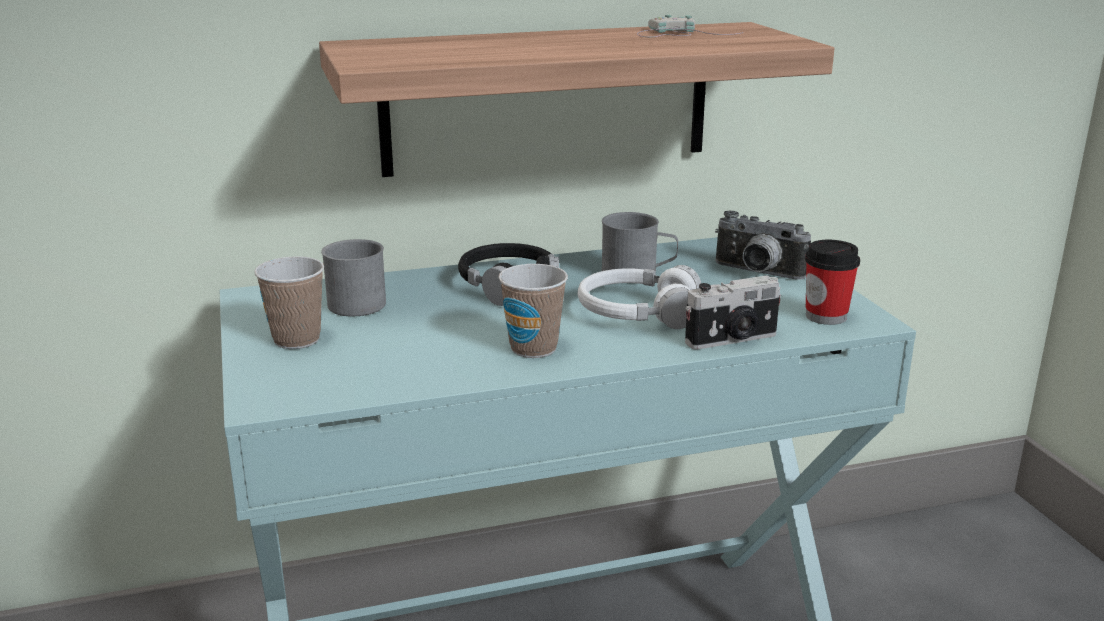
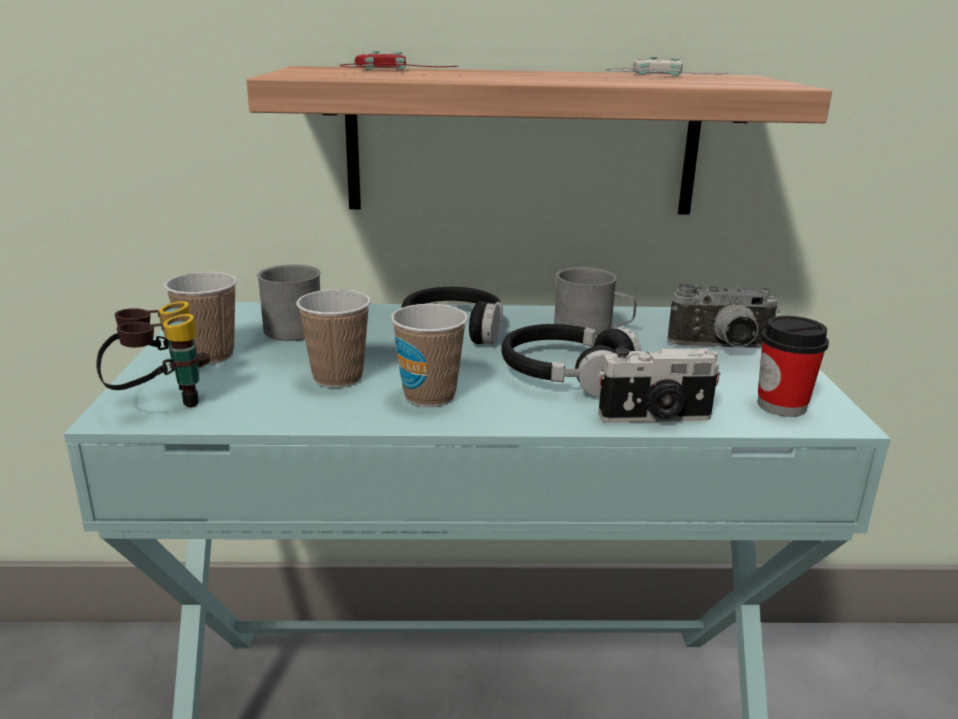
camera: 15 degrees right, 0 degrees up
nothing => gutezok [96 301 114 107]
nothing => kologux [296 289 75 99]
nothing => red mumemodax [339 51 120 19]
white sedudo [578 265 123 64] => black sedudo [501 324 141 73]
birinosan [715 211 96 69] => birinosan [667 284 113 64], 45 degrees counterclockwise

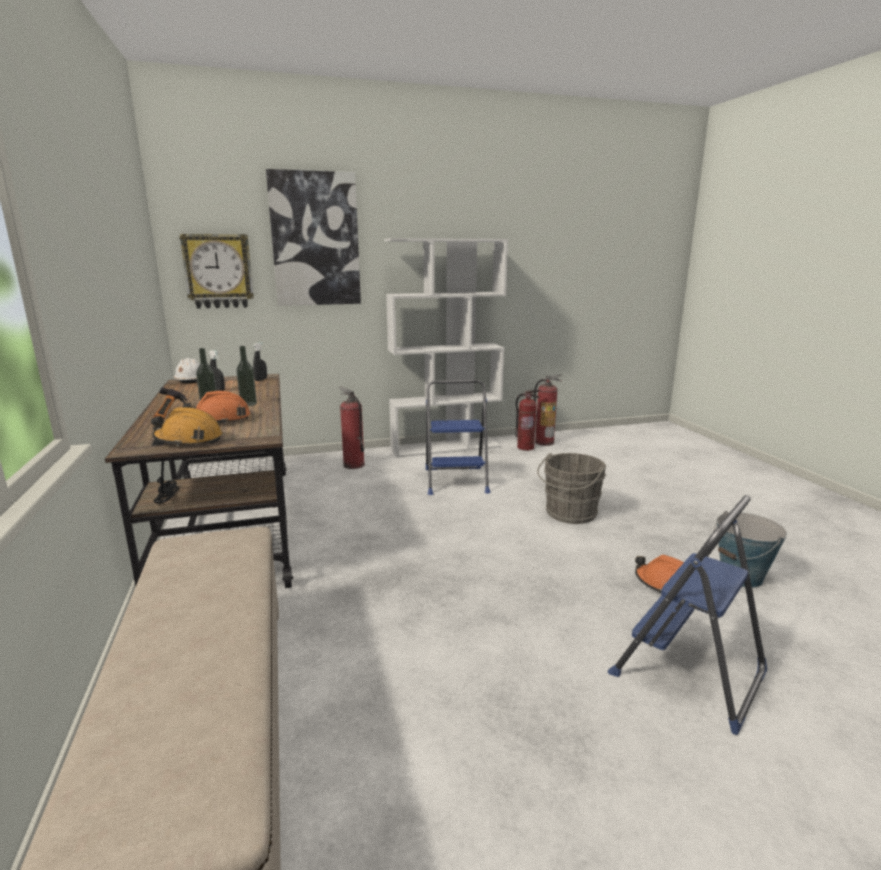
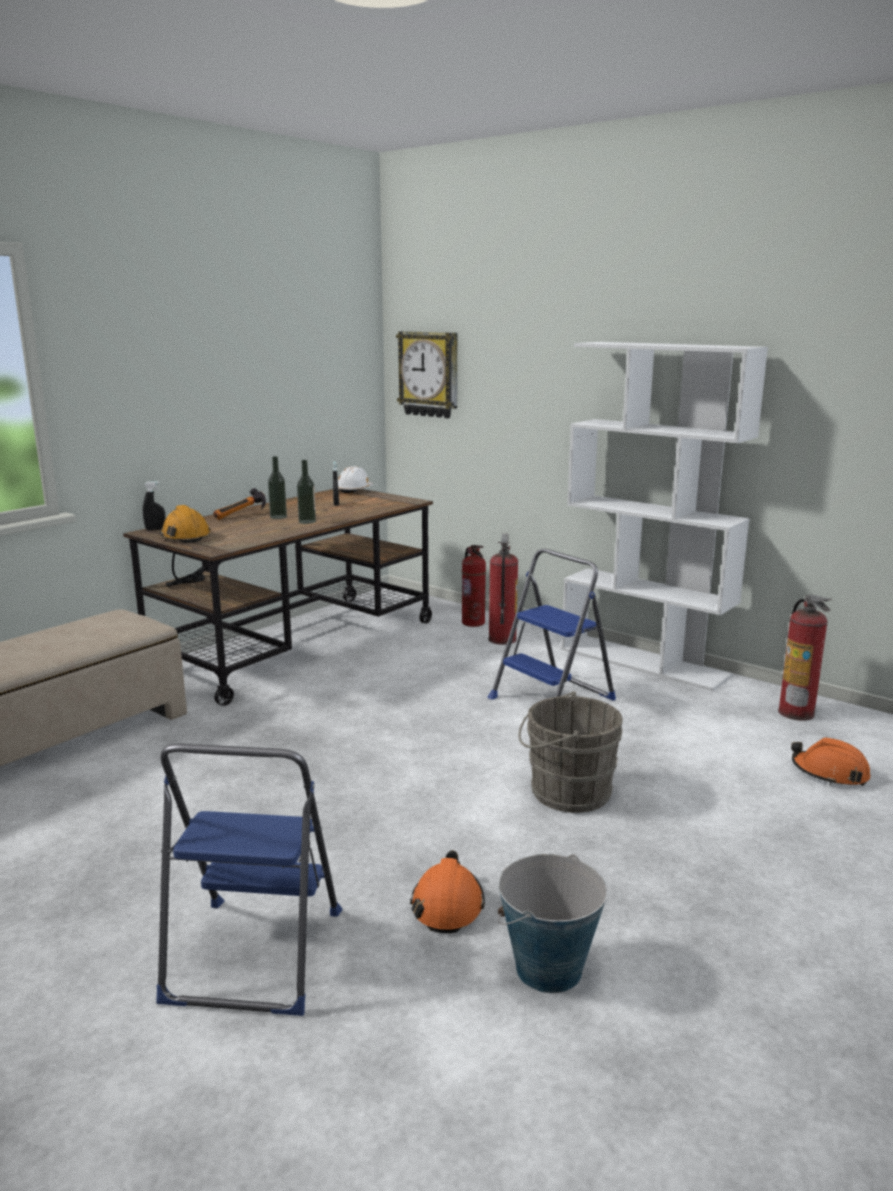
camera: 55 degrees right, 0 degrees up
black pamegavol [253 342 14 39] => black pamegavol [143 481 23 49], shifted
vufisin [515 390 24 61] => vufisin [462 545 24 82], shifted
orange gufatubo [182 391 68 33] => orange gufatubo [791 737 80 49], shifted
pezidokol [266 169 95 137] => nothing

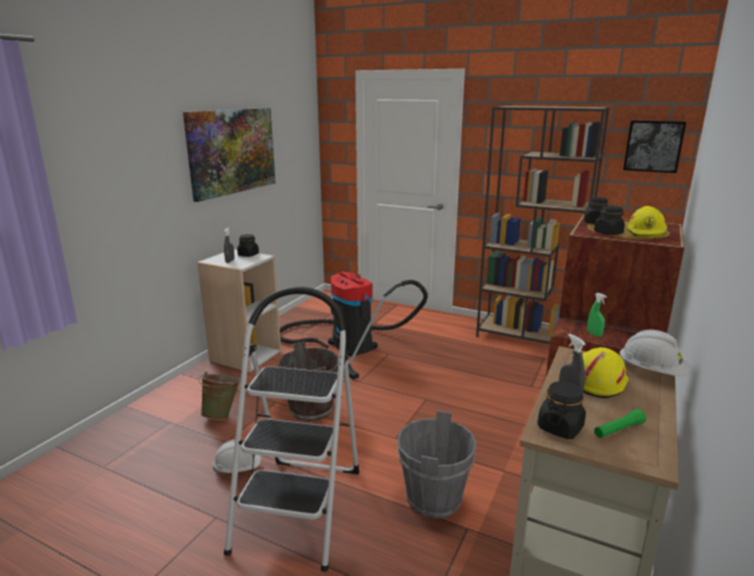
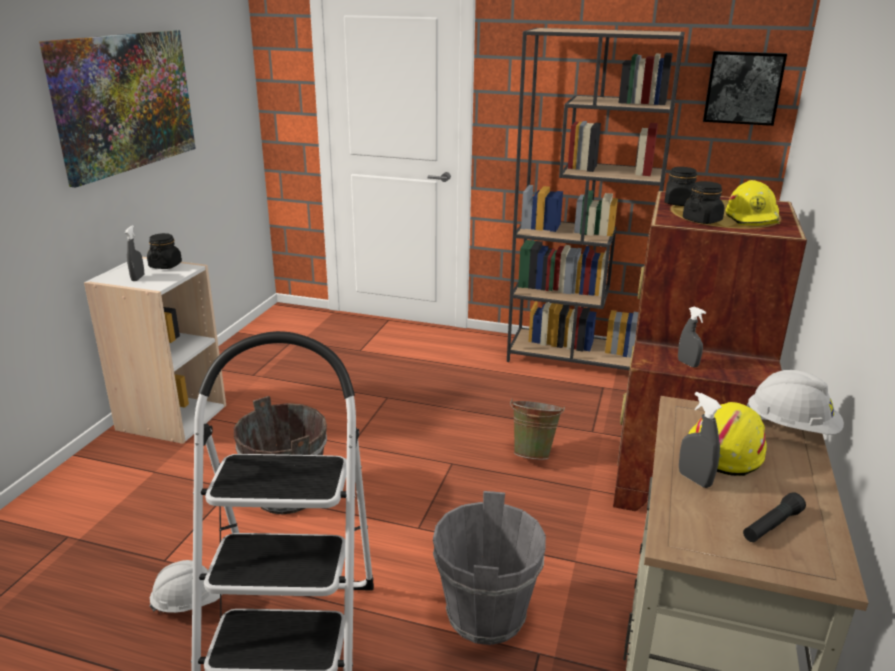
camera: 10 degrees left, 5 degrees up
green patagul [199 372 41 48] => green patagul [510 399 55 61], shifted
green pamegavol [587 293 20 44] => grey pamegavol [678 306 28 62]
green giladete [594 409 52 29] => black giladete [743 492 63 50]
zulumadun [280 272 148 108] => nothing
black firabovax [537 381 49 58] => nothing

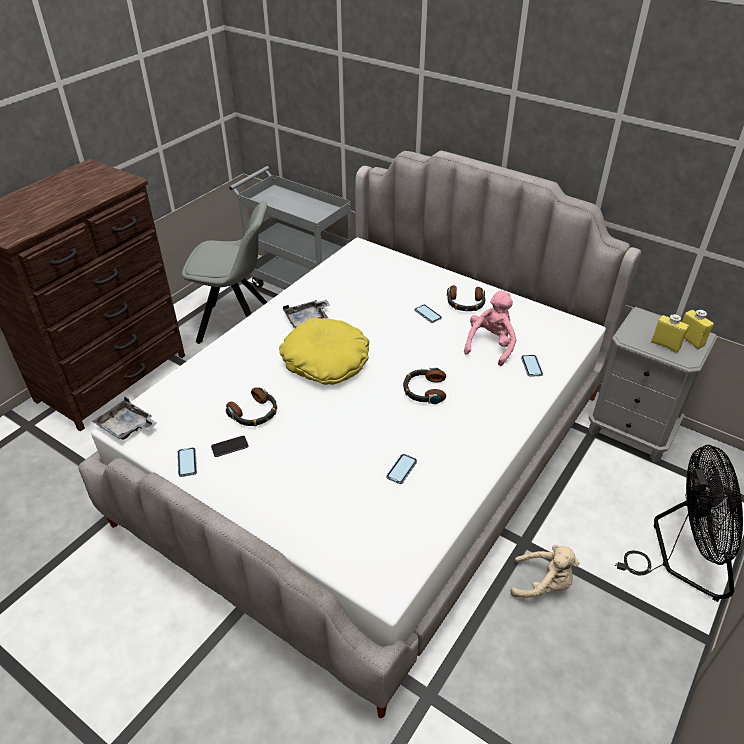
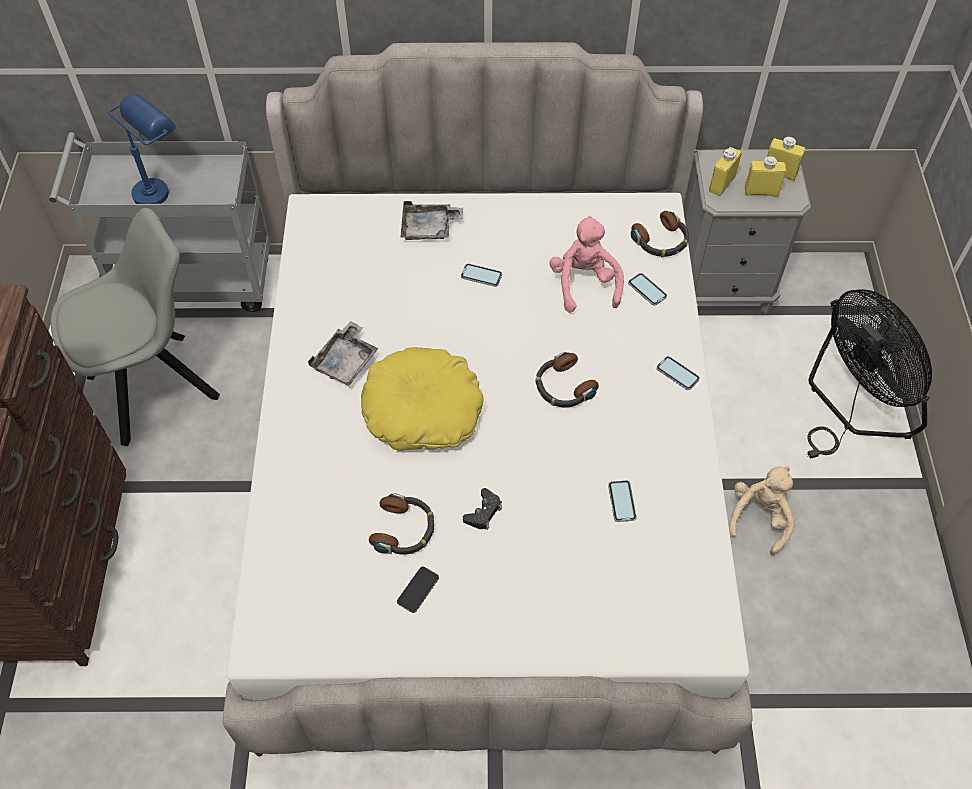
camera: 35 degrees left, 15 degrees up
nothing => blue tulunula [107 94 69 110]
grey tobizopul [92 396 65 44] => grey tobizopul [400 201 63 39], shifted
nothing => black mumemodax [463 488 39 42]
sedudo [447 285 39 26] => sedudo [631 211 58 46], shifted
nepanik [177 447 20 30] => nepanik [656 356 44 34], shifted
nothing => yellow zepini [709 147 33 49]
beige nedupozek [510 545 69 53] => beige nedupozek [729 466 65 90], 45 degrees counterclockwise

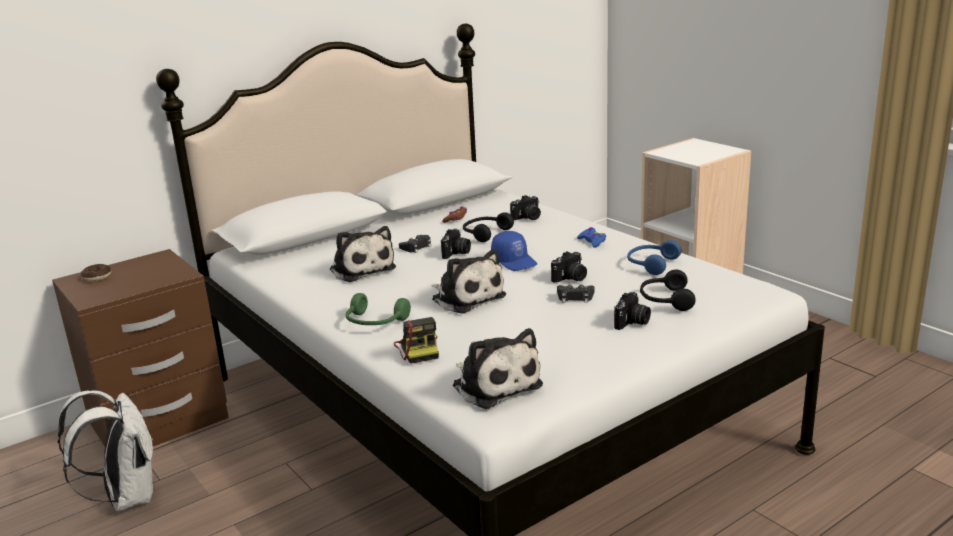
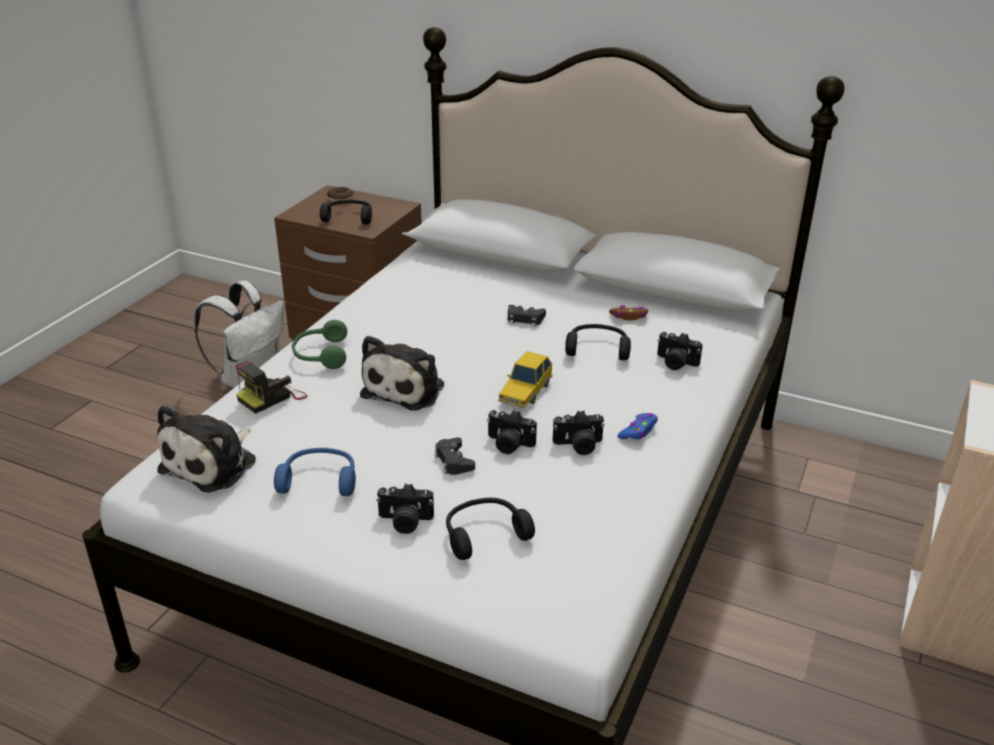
camera: 60 degrees right, 10 degrees up
blue sedudo [627 240 55 35] => blue sedudo [274 448 82 48], shifted
nothing => black sedudo [320 200 52 24]
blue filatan [491 231 46 40] => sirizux [498 351 55 57]
birinosan [441 229 30 30] => birinosan [553 410 52 45], shifted
nedupozek [330 226 66 56] => nothing

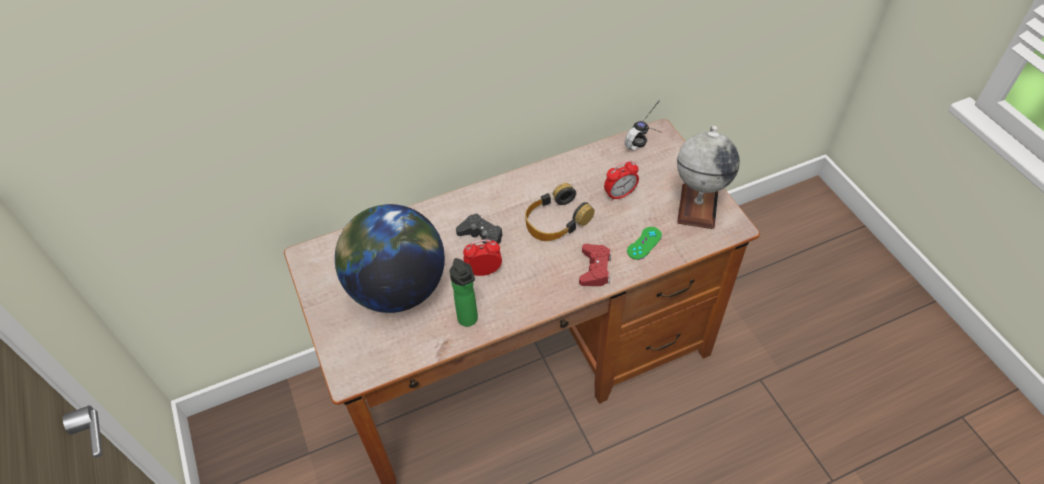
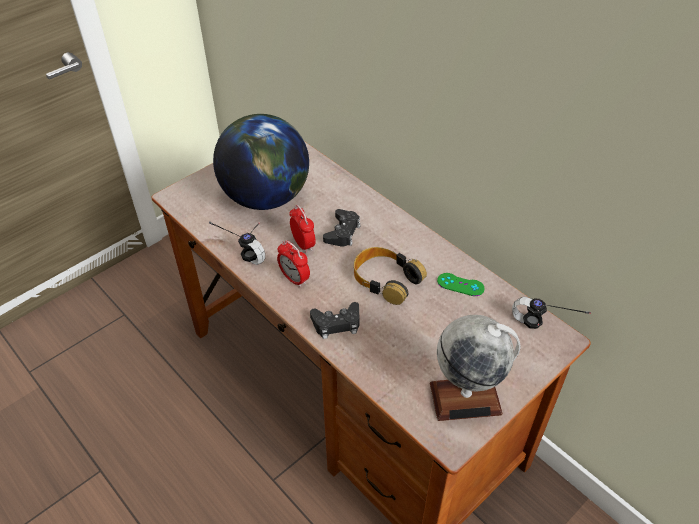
camera: 70 degrees right, 5 degrees down
zepini [450 258 28 69] => sedudo [209 222 56 43]
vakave [604 160 35 41] => vakave [277 240 33 47], shifted
red mumemodax [579 244 32 42] => black mumemodax [310 302 50 37]
green mumemodax [627 227 35 33] => green mumemodax [437 273 47 23], shifted

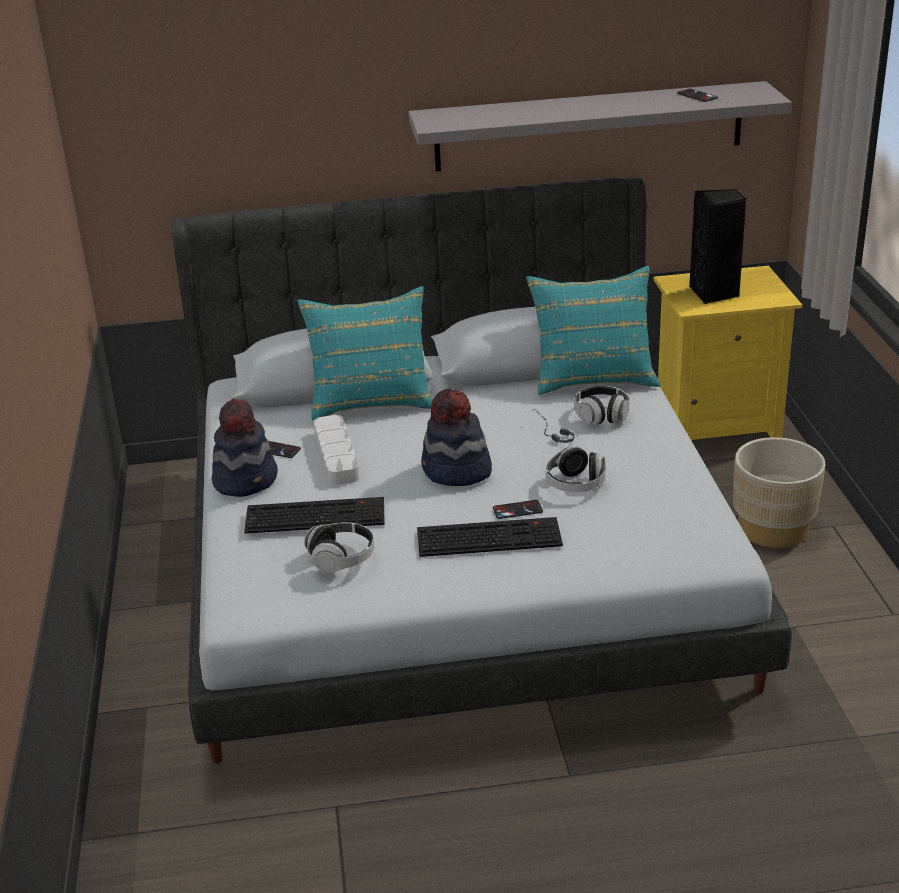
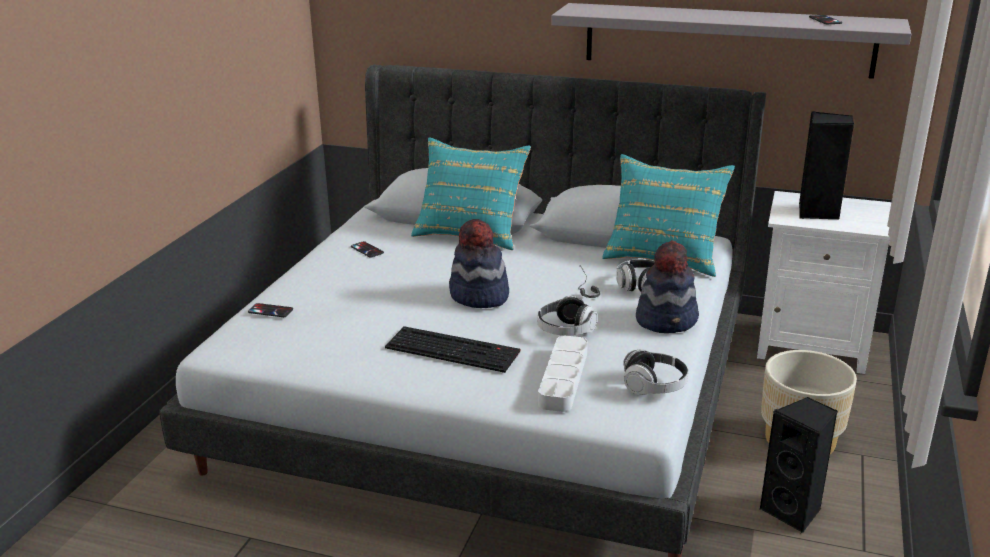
camera: 25 degrees right, 5 degrees down
nepanik [493 500 50 19] => nepanik [248 303 45 14], shifted
grey tobizopul [314 415 45 70] => grey tobizopul [538 336 50 76], shifted
sedudo [304 522 70 51] => sedudo [623 349 65 46], shifted
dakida [212 398 66 99] => dakida [636 240 63 93], shifted
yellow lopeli [653 266 149 174] => white lopeli [757 191 134 183]
nothing => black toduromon [759 397 78 136]
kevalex [244 497 141 37] => nothing

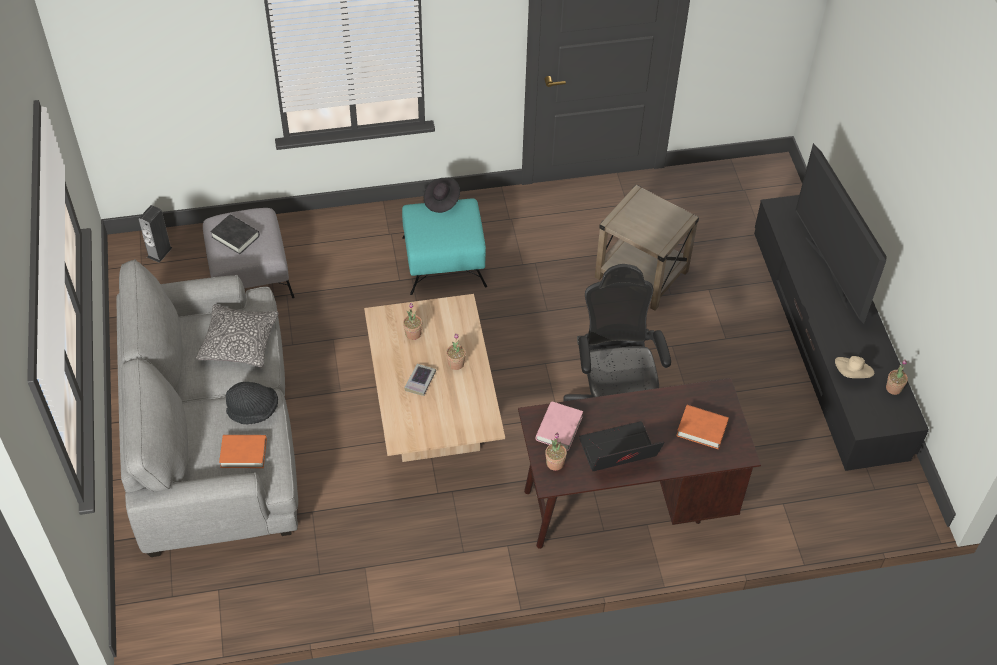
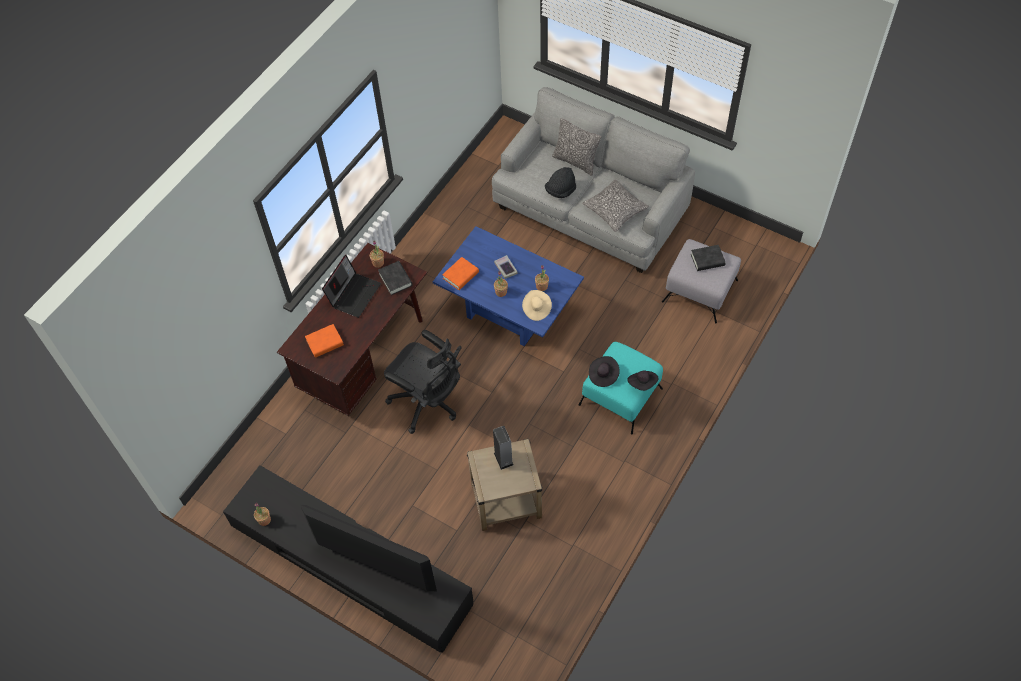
camera: 135 degrees right, 5 degrees up
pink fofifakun [536 402 47 49] => black fofifakun [378 261 35 34]
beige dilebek [364 294 141 168] => blue dilebek [433 226 151 120]
orange fofifakun [219 435 48 33] => orange fofifakun [442 257 37 33], shifted
toduromon [138 205 35 58] => toduromon [493 426 21 44], shifted
beige dakida [835 356 39 22] => beige dakida [522 290 30 31], shifted
nothing => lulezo [552 118 49 58]
nothing => black dakida [589 356 31 31]

